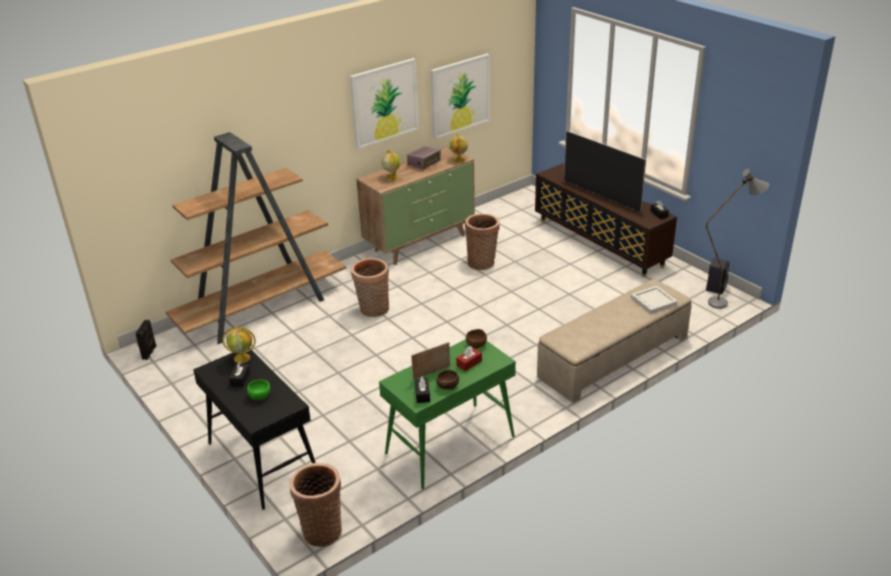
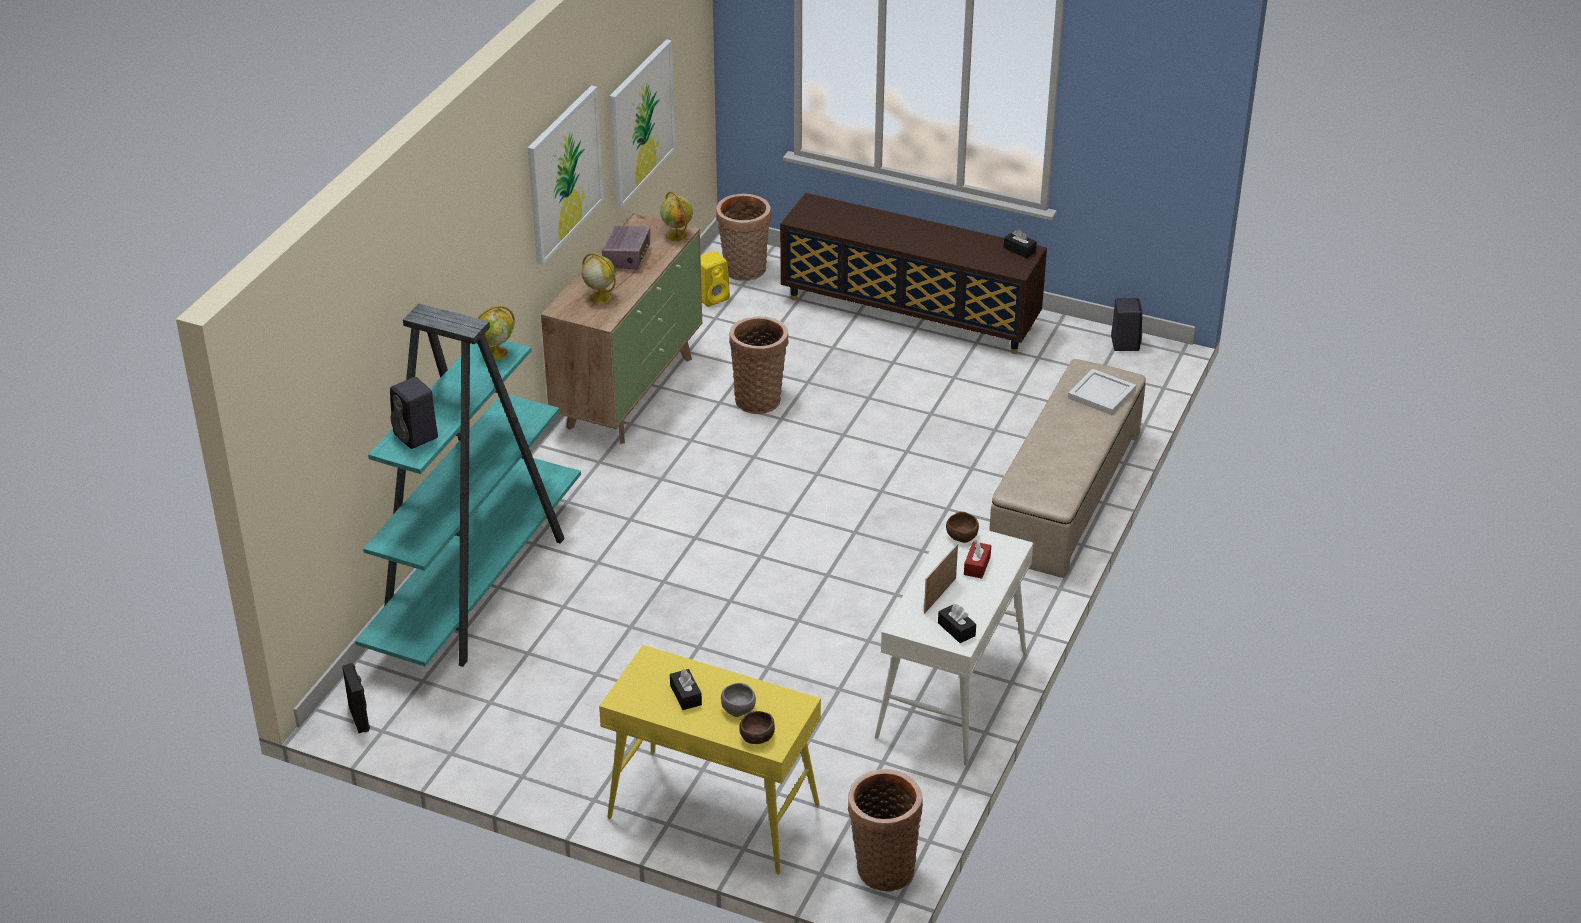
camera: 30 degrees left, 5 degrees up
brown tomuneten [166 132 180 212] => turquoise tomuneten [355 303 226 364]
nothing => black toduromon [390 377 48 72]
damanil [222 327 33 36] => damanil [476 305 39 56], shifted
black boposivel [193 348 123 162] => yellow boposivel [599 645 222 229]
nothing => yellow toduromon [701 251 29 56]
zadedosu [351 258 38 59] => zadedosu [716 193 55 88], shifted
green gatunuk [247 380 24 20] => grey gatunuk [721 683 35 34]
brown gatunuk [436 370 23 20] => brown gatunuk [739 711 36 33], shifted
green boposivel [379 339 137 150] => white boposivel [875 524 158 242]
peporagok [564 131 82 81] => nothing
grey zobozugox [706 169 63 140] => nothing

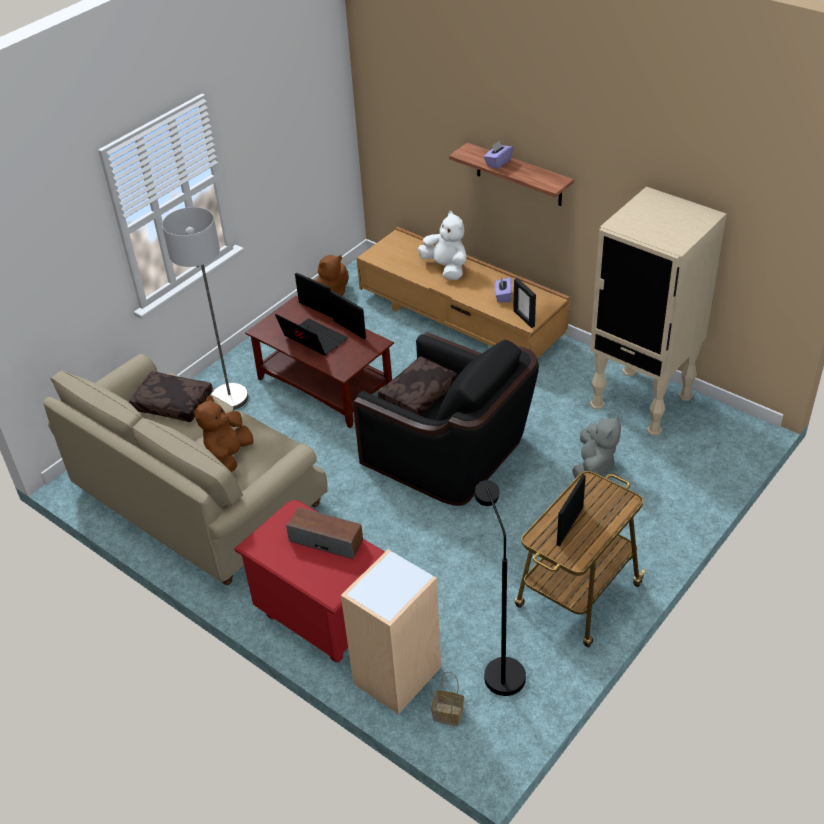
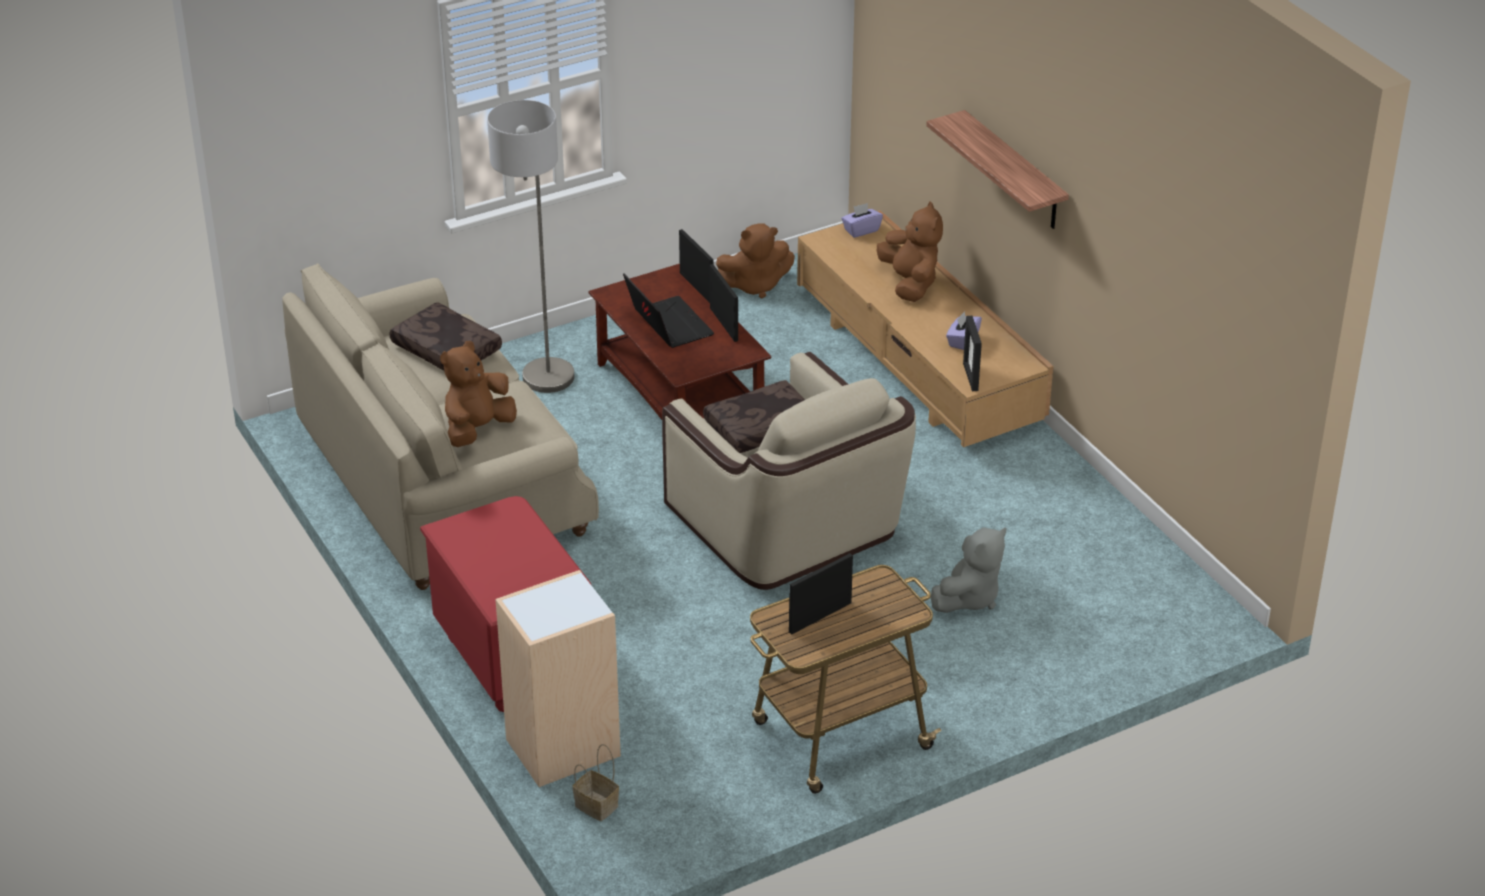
camera: 20 degrees right, 5 degrees down
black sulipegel [353 332 186 174] => beige sulipegel [662 352 254 238]
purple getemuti [484 141 29 28] => purple getemuti [841 203 42 35], shifted
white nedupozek [418 211 49 69] => brown nedupozek [877 201 66 101]
toduromon [286 507 77 52] => nothing
black zobozugox [475 480 51 216] => nothing
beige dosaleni [590 187 137 249] => nothing

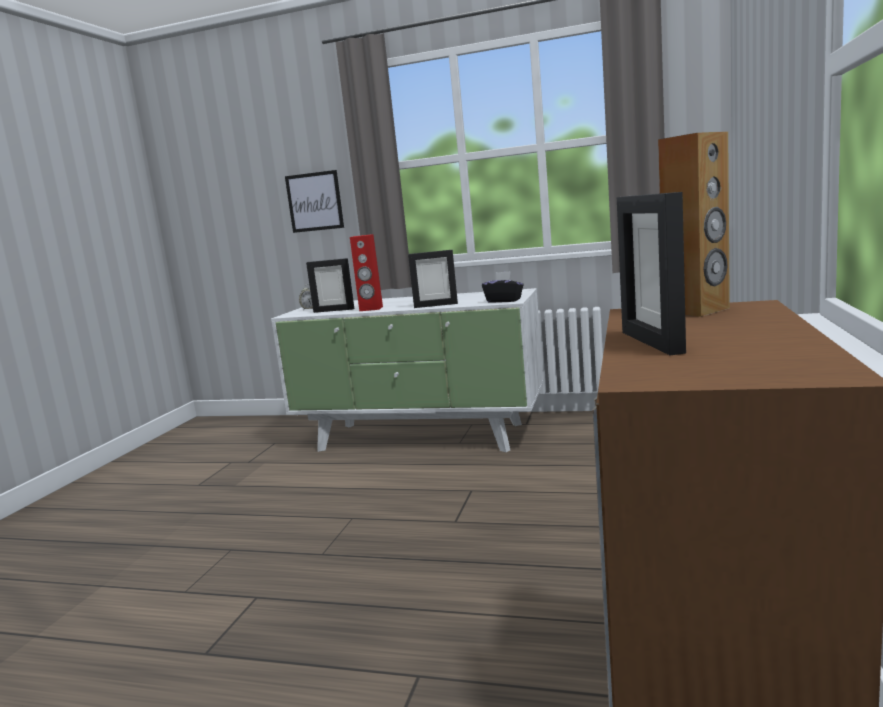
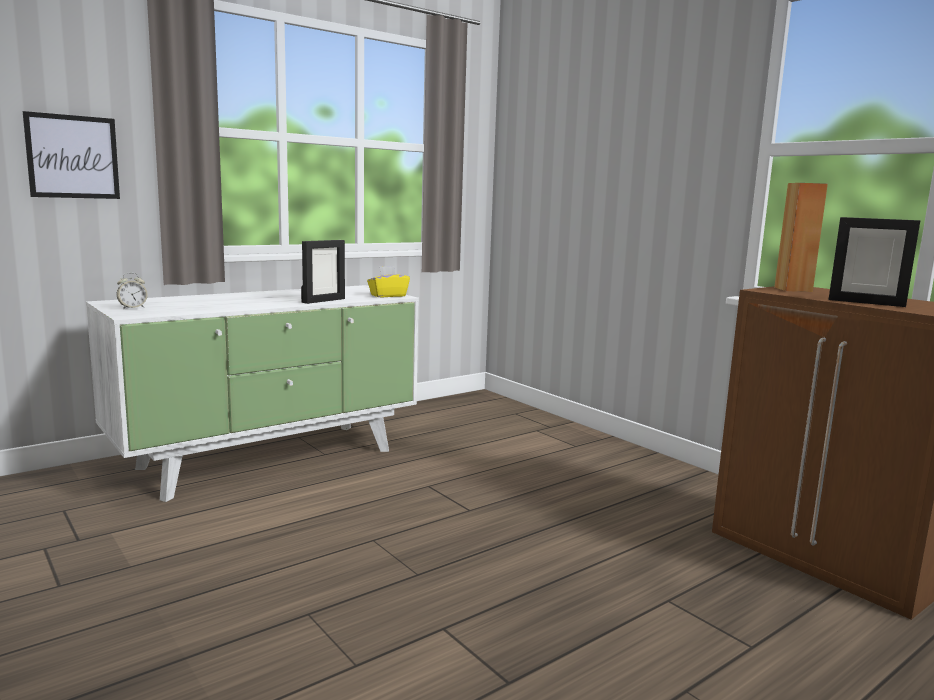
camera: 55 degrees left, 0 degrees up
black getemuti [482 271 42 32] => yellow getemuti [367 266 43 31]
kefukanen [306 258 48 55] => nothing
red toduromon [350 234 33 77] => nothing

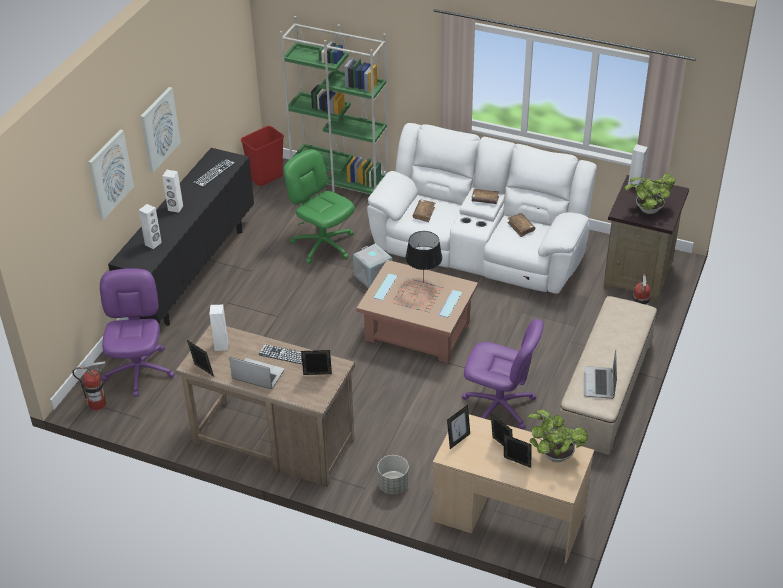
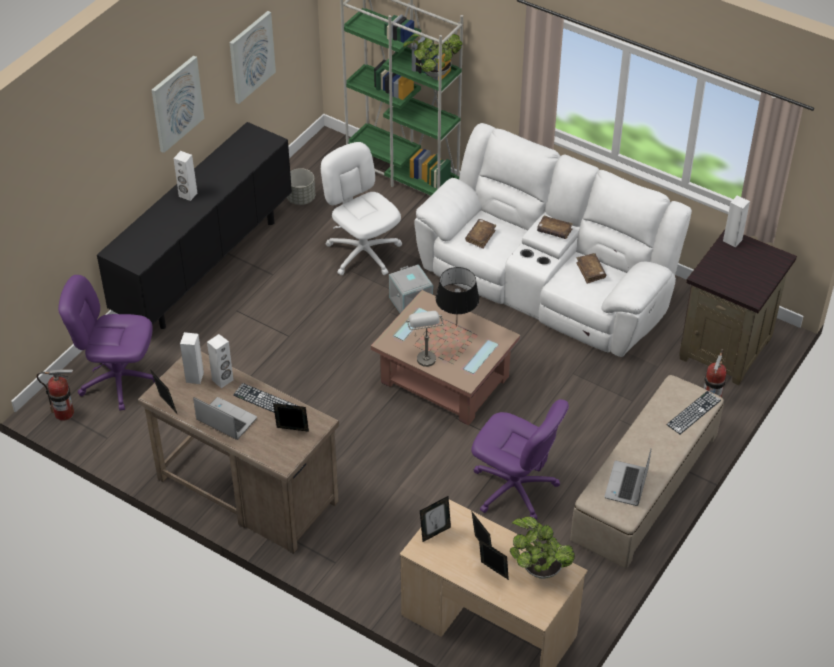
camera: 10 degrees right, 5 degrees up
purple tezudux [100 268 75 129] => purple tezudux [58 275 97 136], 90 degrees counterclockwise
white toduromon [139 204 23 45] => white toduromon [207 334 26 54], shifted
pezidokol [88 130 46 90] => pezidokol [230 11 46 93], shifted
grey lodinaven [378 455 31 40] => grey lodinaven [287 168 28 37], shifted
green tezudux [284 149 71 115] => white tezudux [321 142 81 133]
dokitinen [624 173 51 41] => dokitinen [403 34 59 44], shifted
nothing => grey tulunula [406 311 38 56]
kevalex [193 159 42 28] => kevalex [666 391 55 43], shifted
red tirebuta [241 126 43 60] => nothing

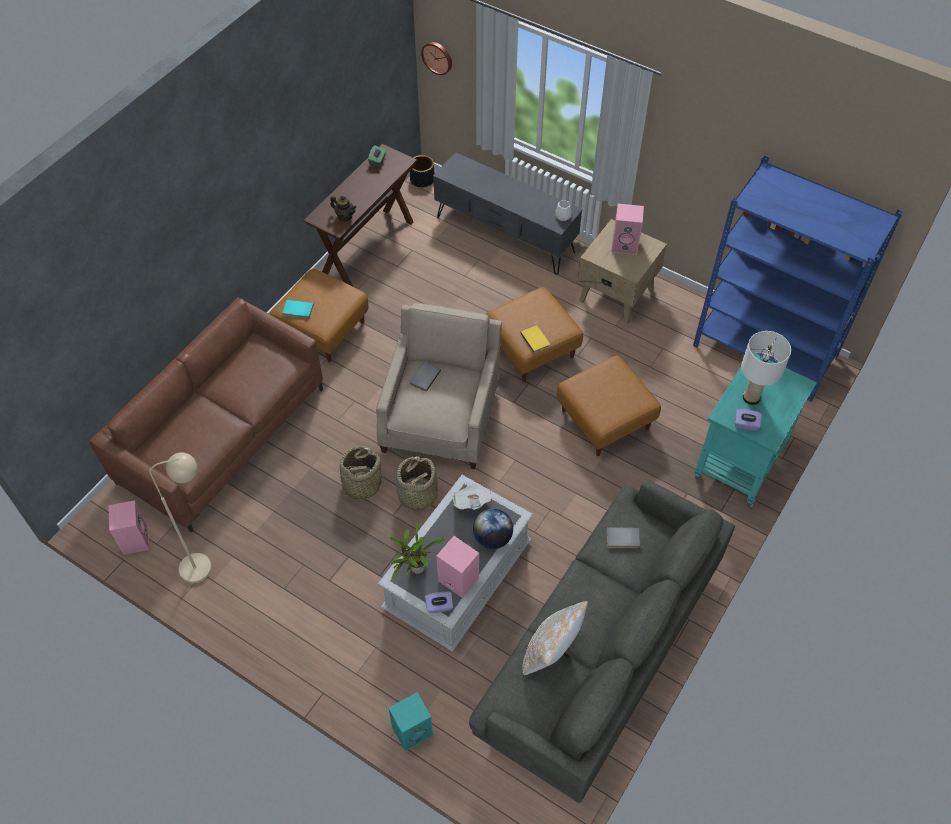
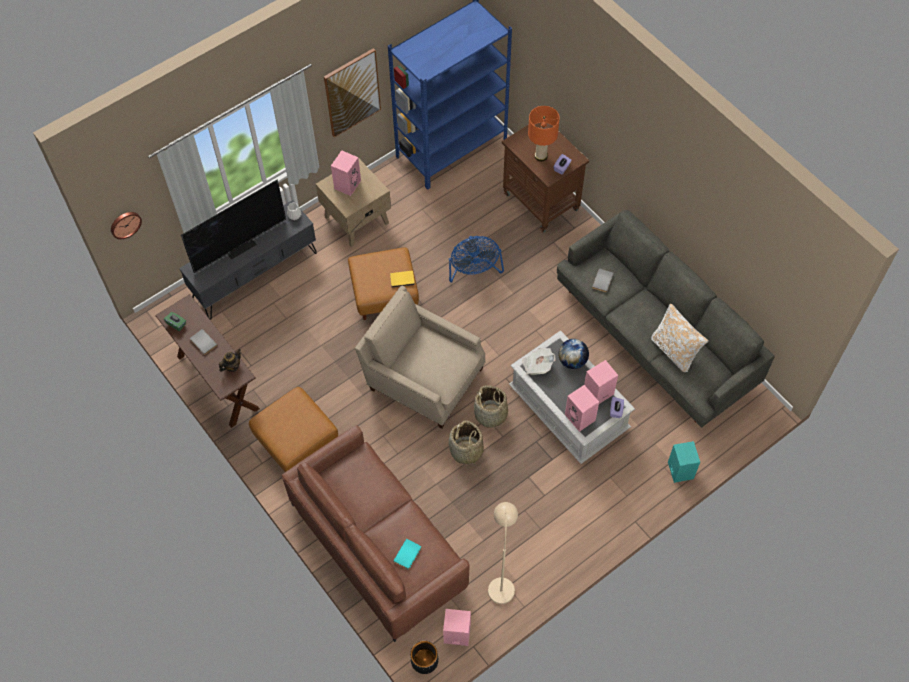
camera: 70 degrees left, 5 degrees up
nothing => peporagok [181 180 105 93]
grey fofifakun [410 362 31 30] => grey fofifakun [190 329 28 26], shifted
nothing => pezidokol [324 48 57 90]
turquoise fofifakun [282 300 32 19] => turquoise fofifakun [393 539 28 31], shifted
black lodinaven [410 155 24 32] => black lodinaven [410 641 28 33], shifted
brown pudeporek [557 355 104 101] => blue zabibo [449 236 55 46]
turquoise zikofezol [693 354 124 153] => brown zikofezol [502 123 87 110]
white tulunula [741 331 50 74] => orange tulunula [528 106 32 55]
dokitinen [390 521 56 58] => pink toduromon [565 385 34 47]

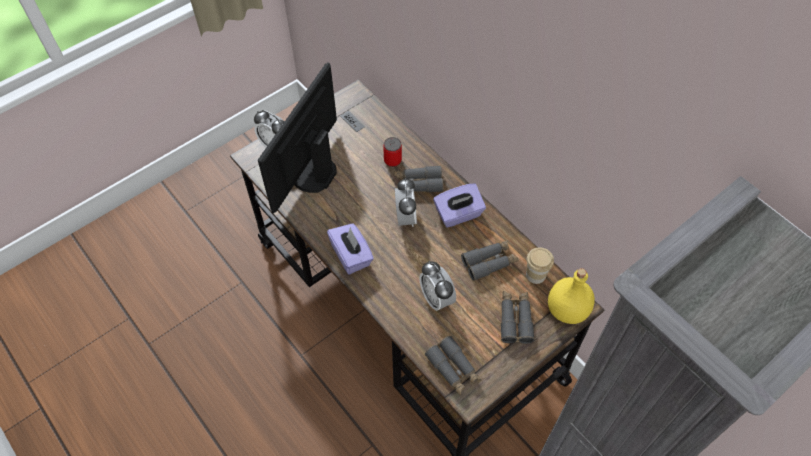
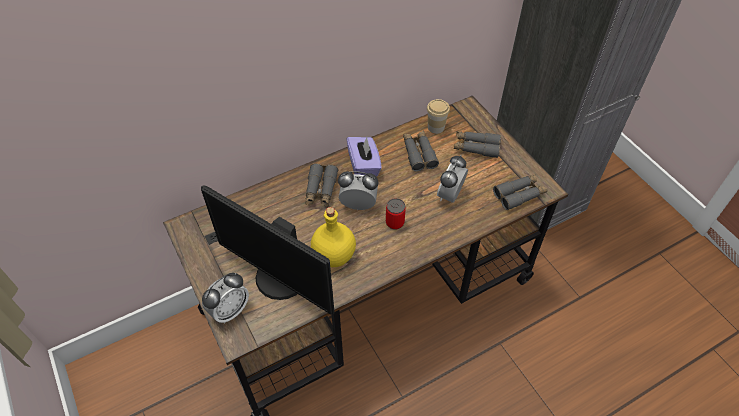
camera: 80 degrees left, 5 degrees down
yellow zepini [548 268 47 56] => yellow zepini [311 207 45 60], shifted
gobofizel [383 137 19 30] => gobofizel [386 198 20 32], shifted
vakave [419 261 37 50] => vakave [437 155 31 48], 135 degrees clockwise
purple getemuti [327 223 47 51] => nothing

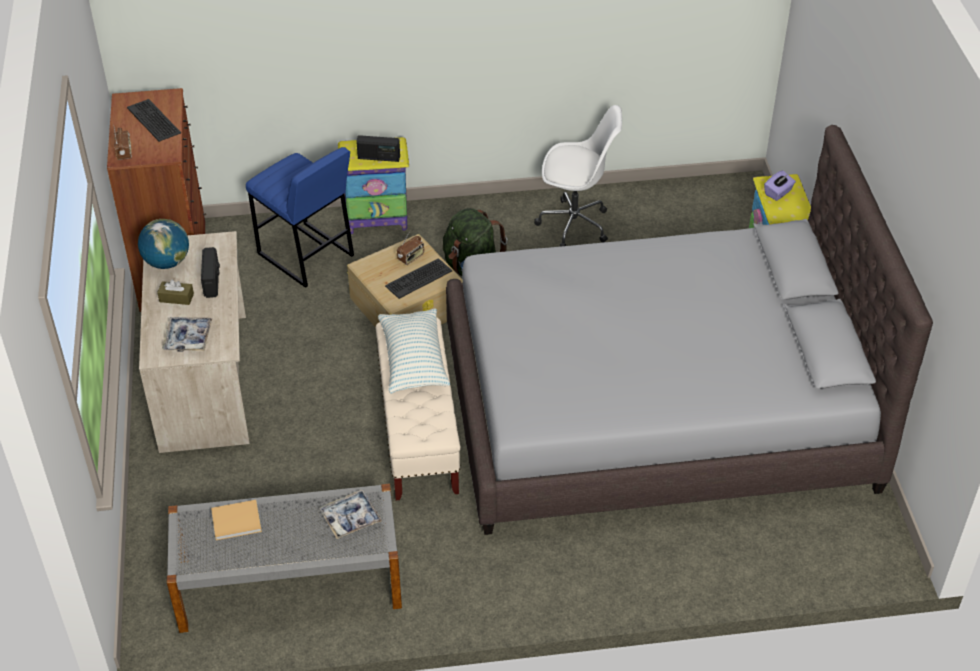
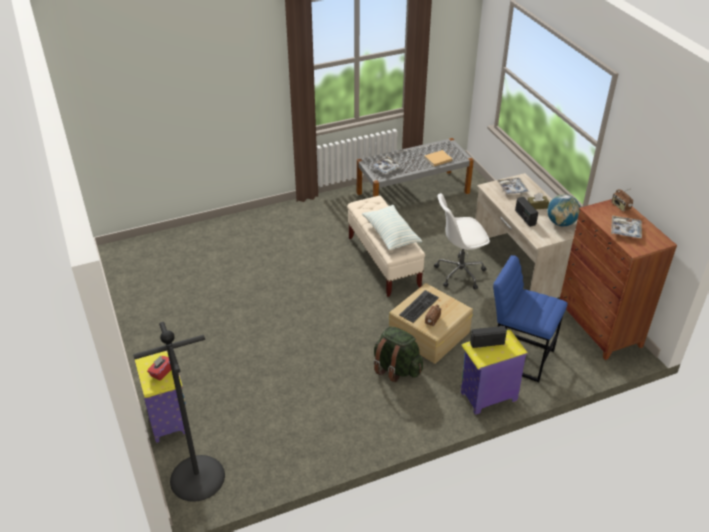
camera: 165 degrees right, 5 degrees down
nothing => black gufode [133 322 92 180]
purple getemuti [764 171 32 30] => red getemuti [147 356 24 25]
white tezudux [534 105 88 142] => white tezudux [434 193 56 97], shifted
kevalex [127 99 54 43] => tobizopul [611 215 31 24]
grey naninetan [446 125 487 410] => nothing

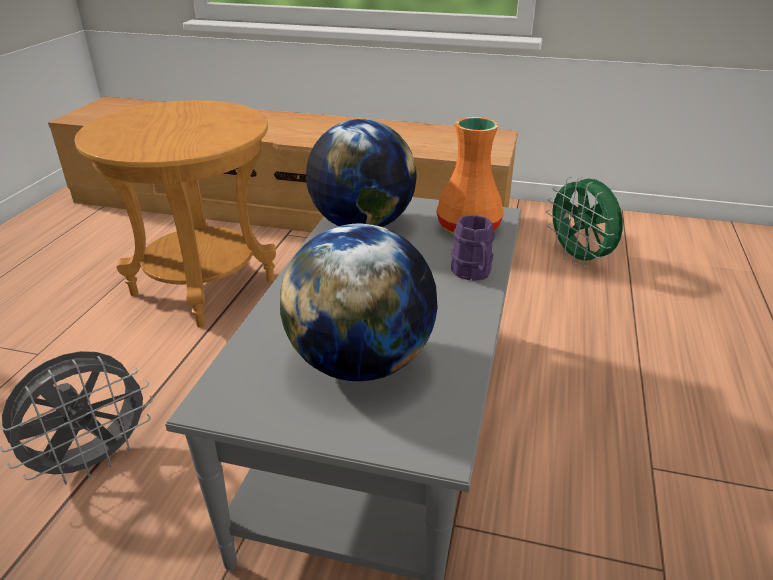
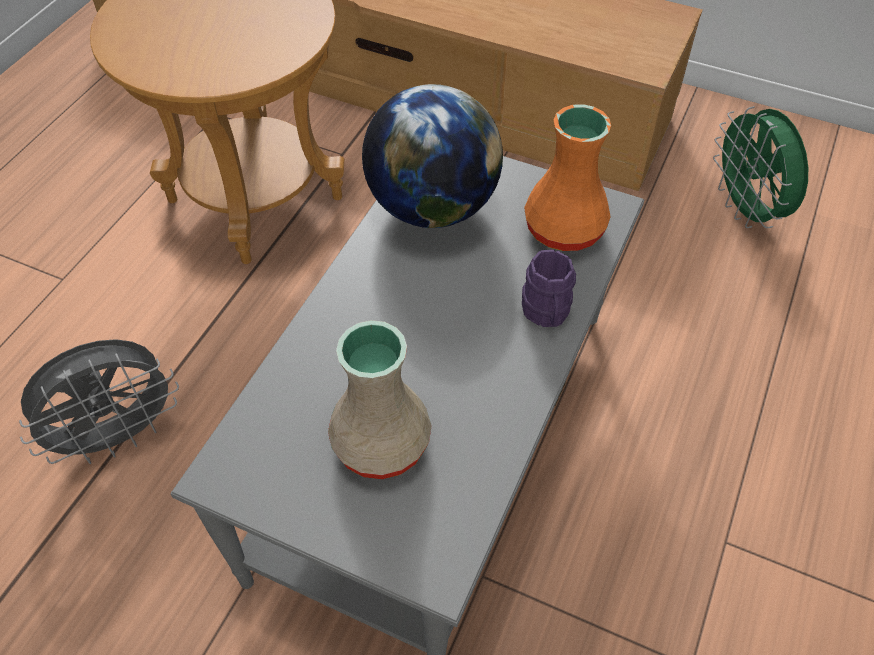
camera: 10 degrees right, 20 degrees up
damanil [280 224 158 157] => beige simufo [328 320 104 159]

